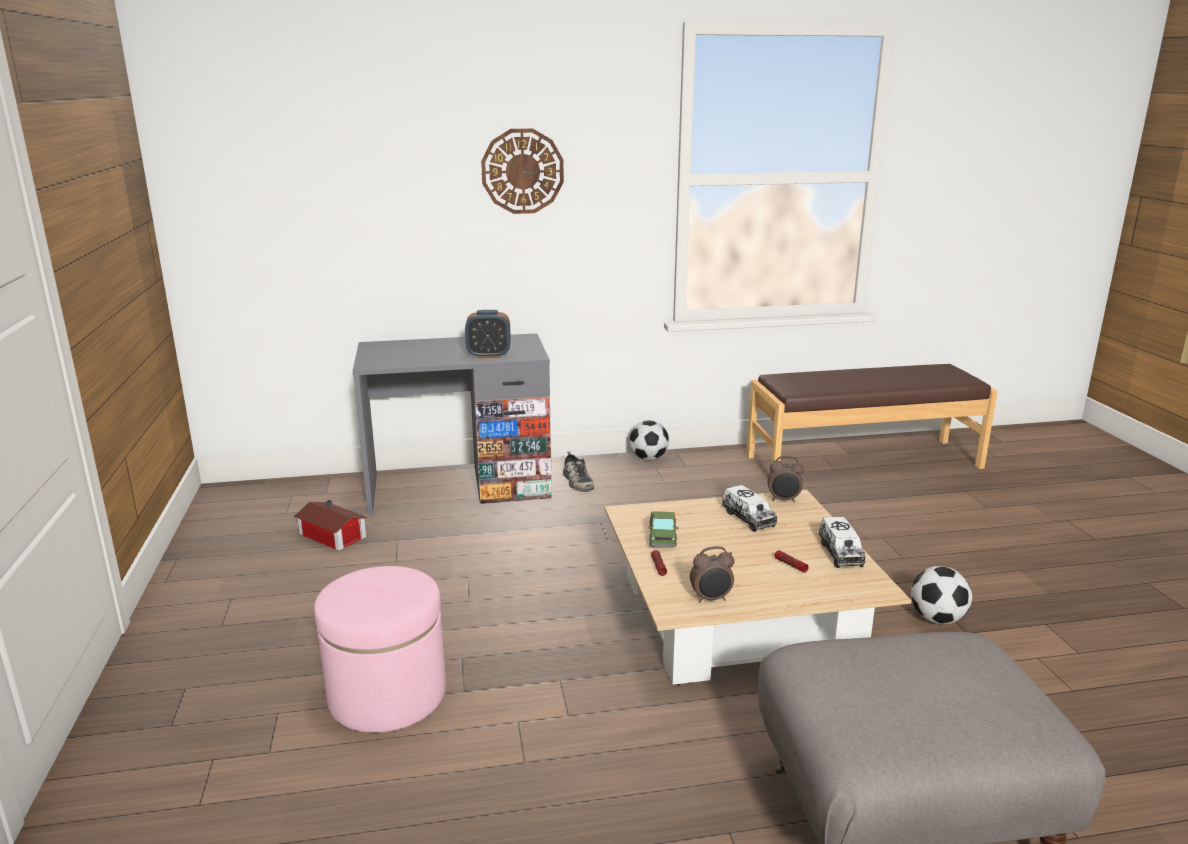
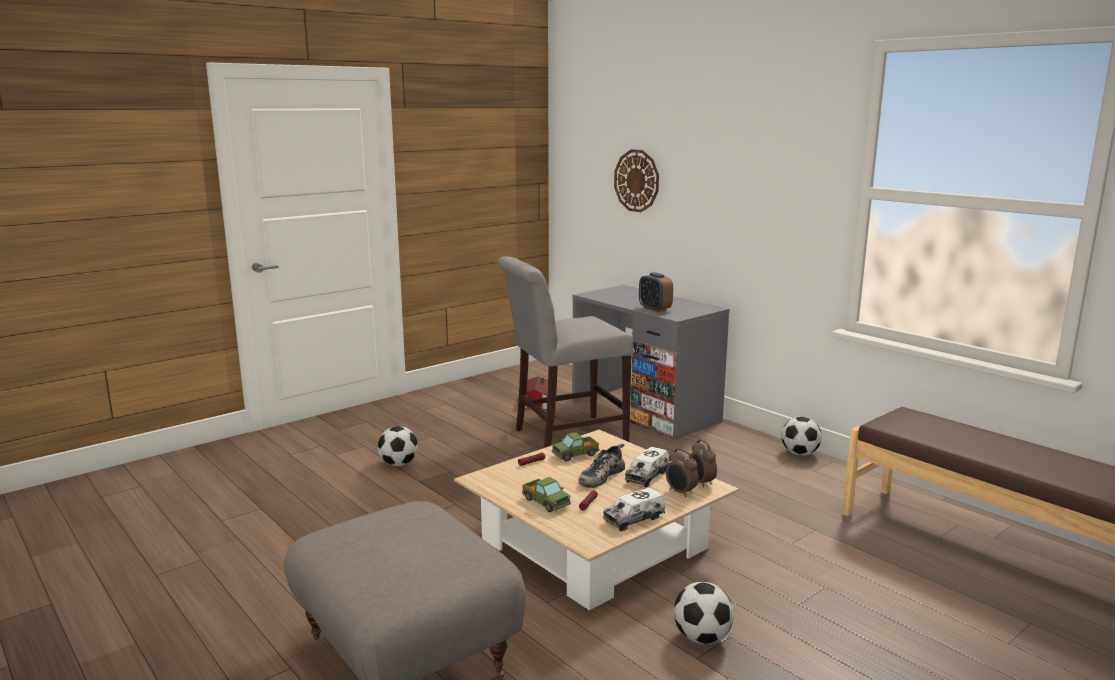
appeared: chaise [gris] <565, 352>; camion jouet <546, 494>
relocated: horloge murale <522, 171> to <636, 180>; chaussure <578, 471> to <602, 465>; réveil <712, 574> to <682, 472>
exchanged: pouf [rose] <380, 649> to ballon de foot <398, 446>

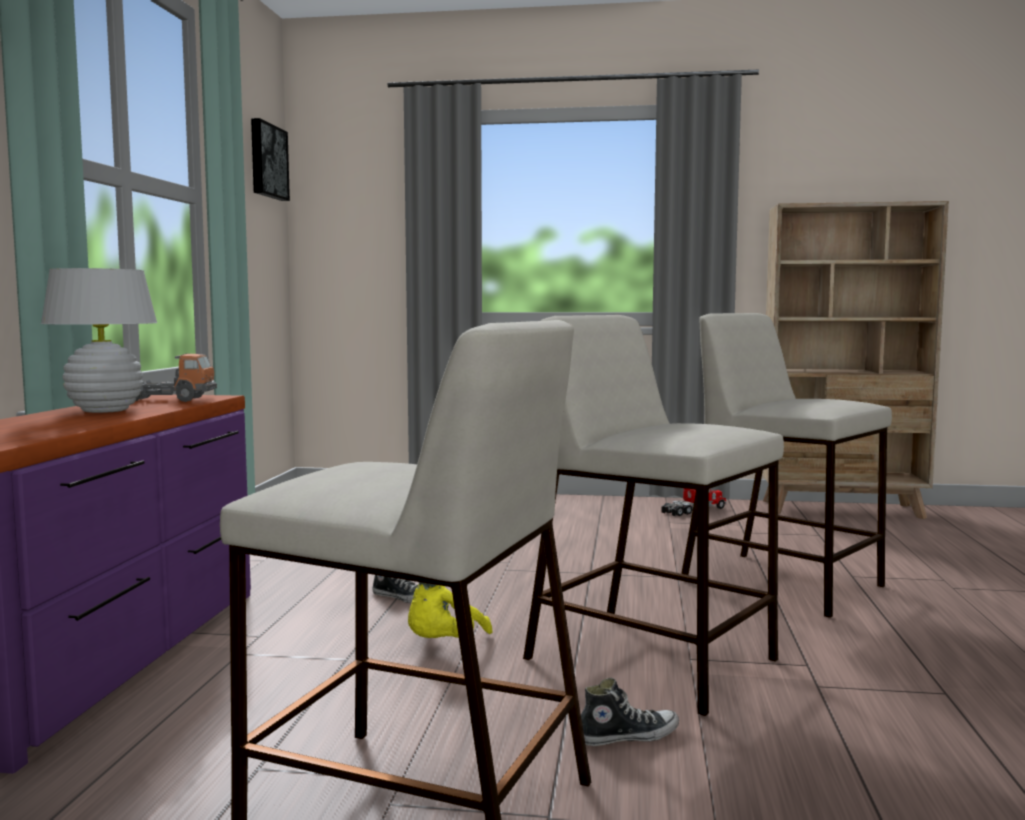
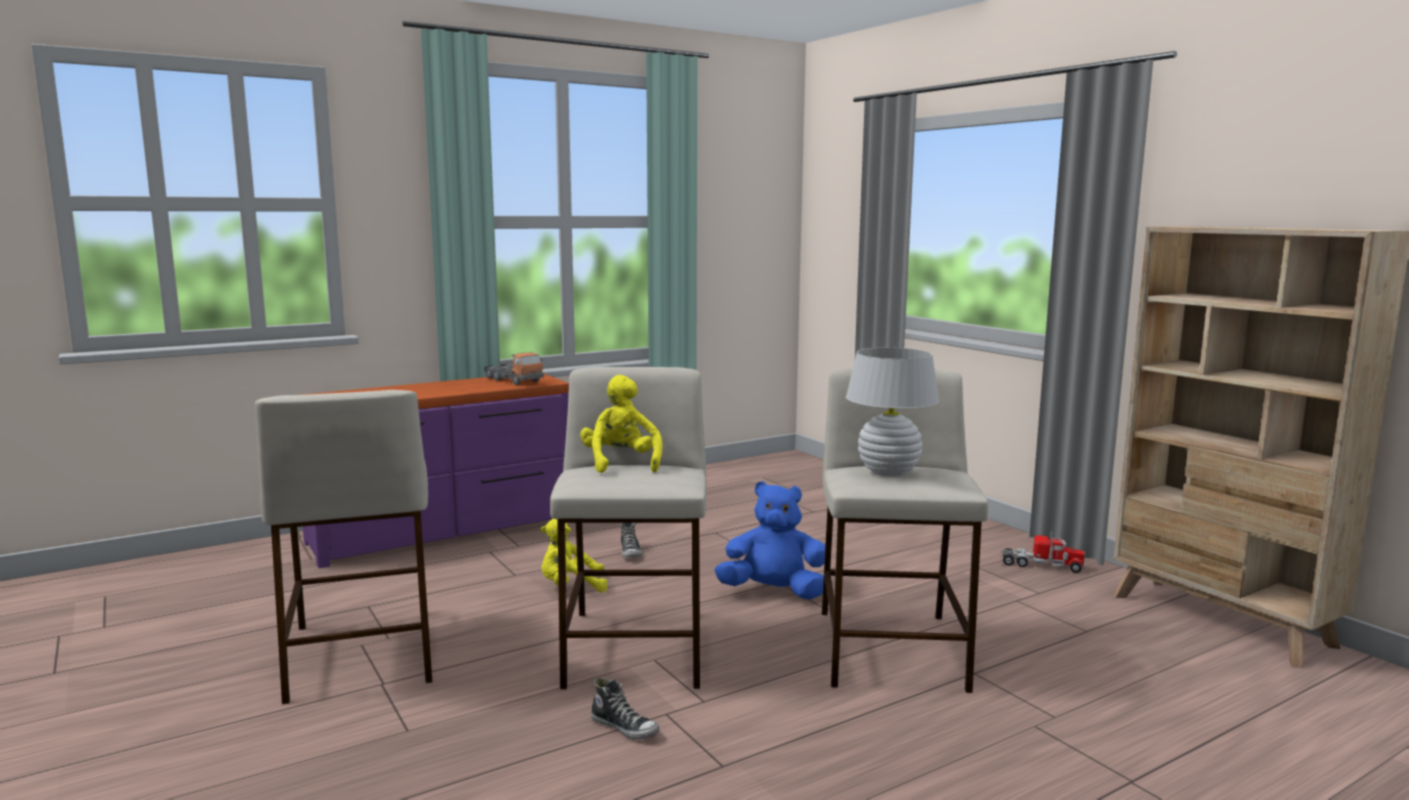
missing: tableau <270, 159>
appeared: peluche [jaune] <621, 424>; peluche [bleu] <769, 540>
relocated: lampe de table [blanc] <99, 340> to <892, 412>; chaussure <630, 712> to <625, 709>

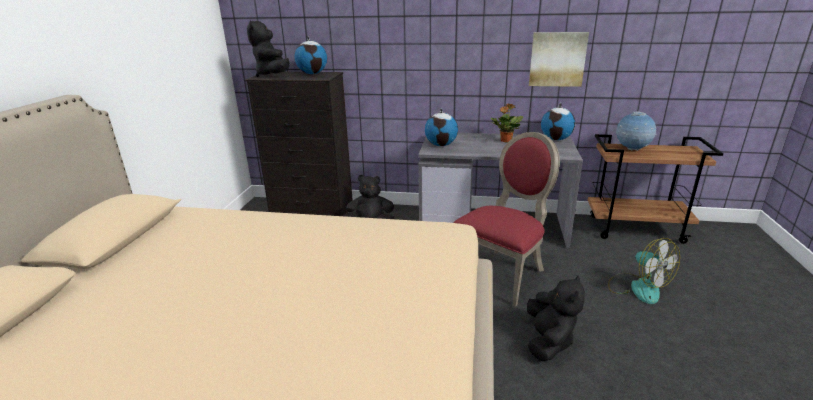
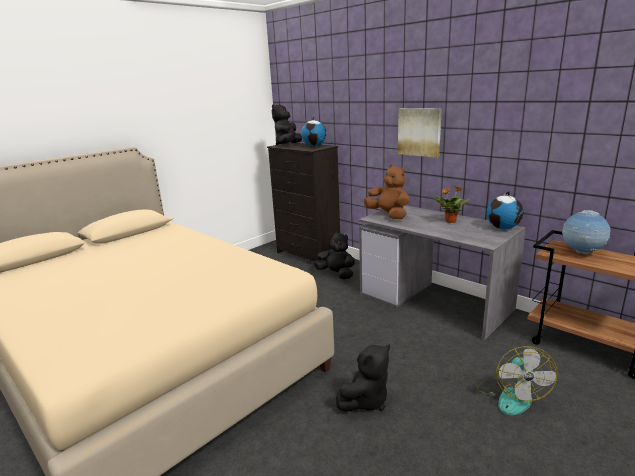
missing: chaise [rouge] <507, 219>
relocated: tableau <559, 59> to <420, 133>
exchanged: globe <441, 127> to peluche [marron] <387, 192>

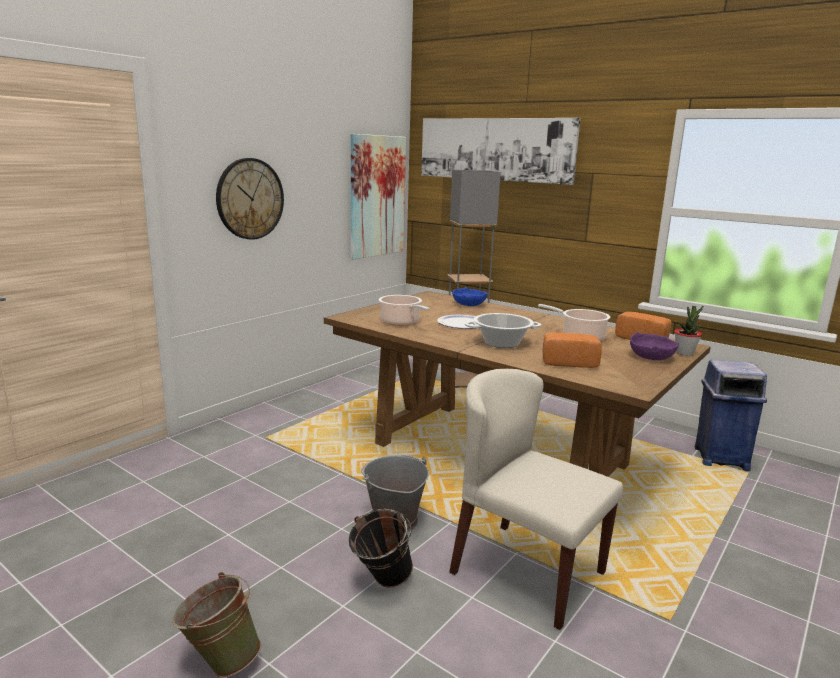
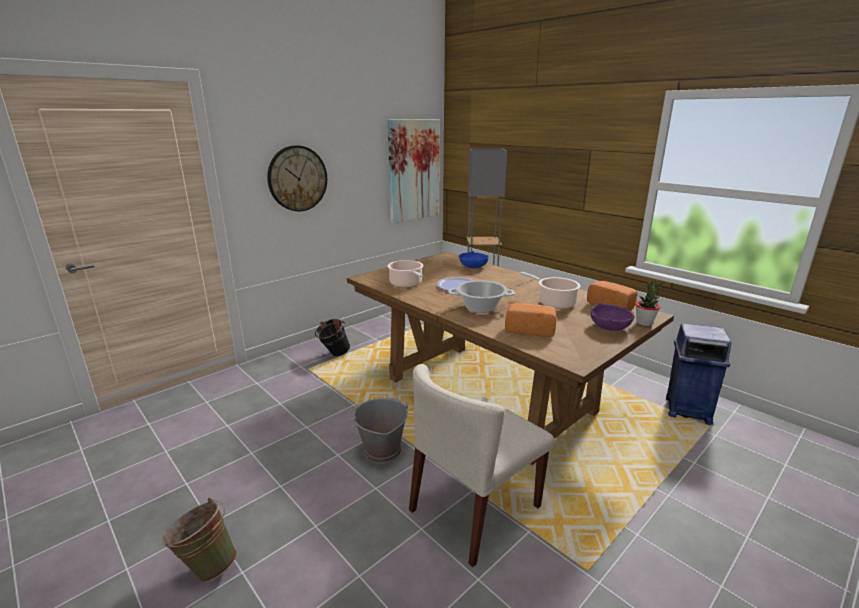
missing: tableau <501, 151>
relocated: seau [noir] <381, 548> to <332, 338>
spun: chaise [beige] <536, 499> = <481, 465> 90 degrees counterclockwise

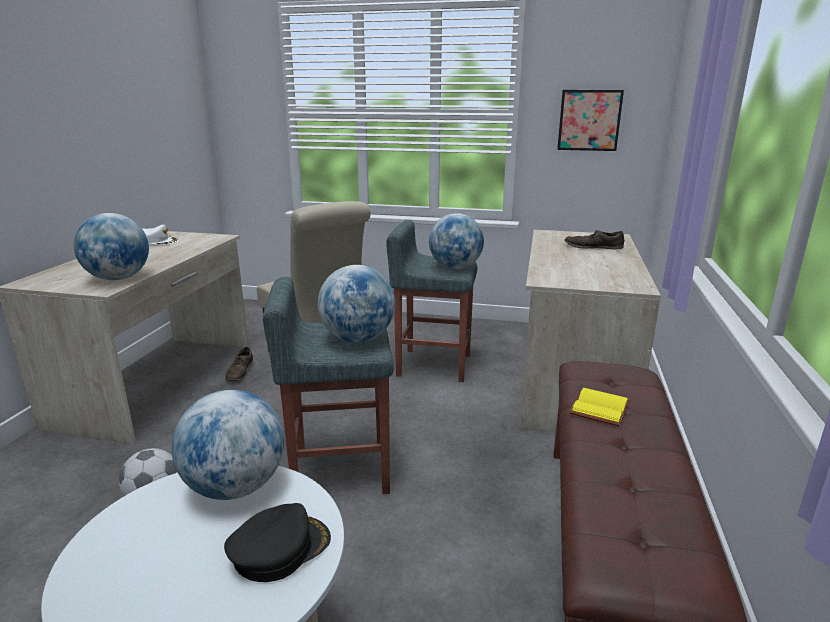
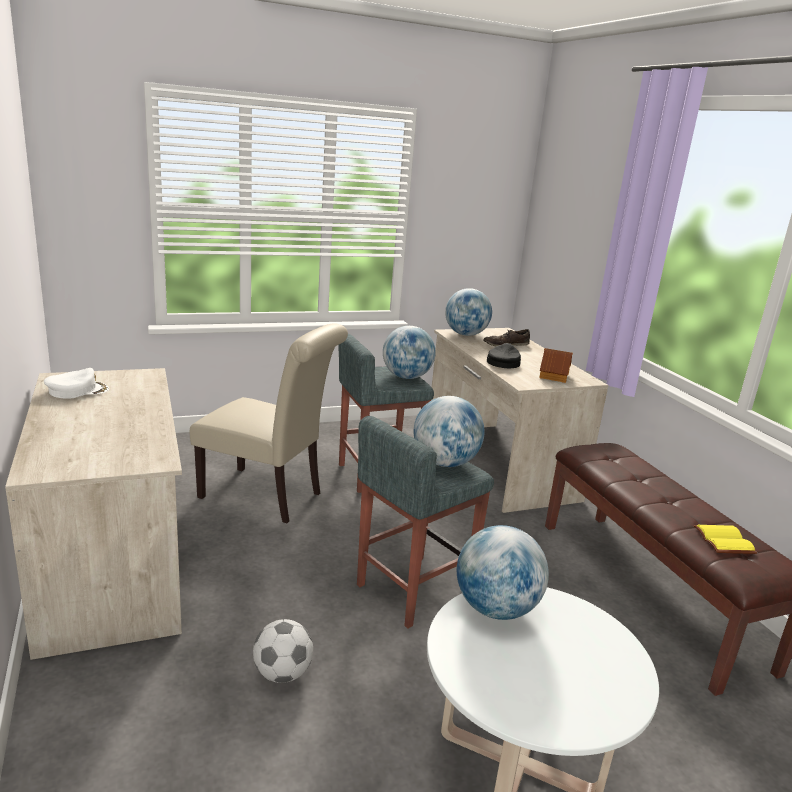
missing: tableau <590, 120>; chaussure [marron] <239, 364>
appeared: maison miniature <556, 365>
relocated: globe <111, 246> to <468, 312>; livre [jaune] <599, 407> to <725, 539>; casquette [noir] <277, 542> to <504, 355>

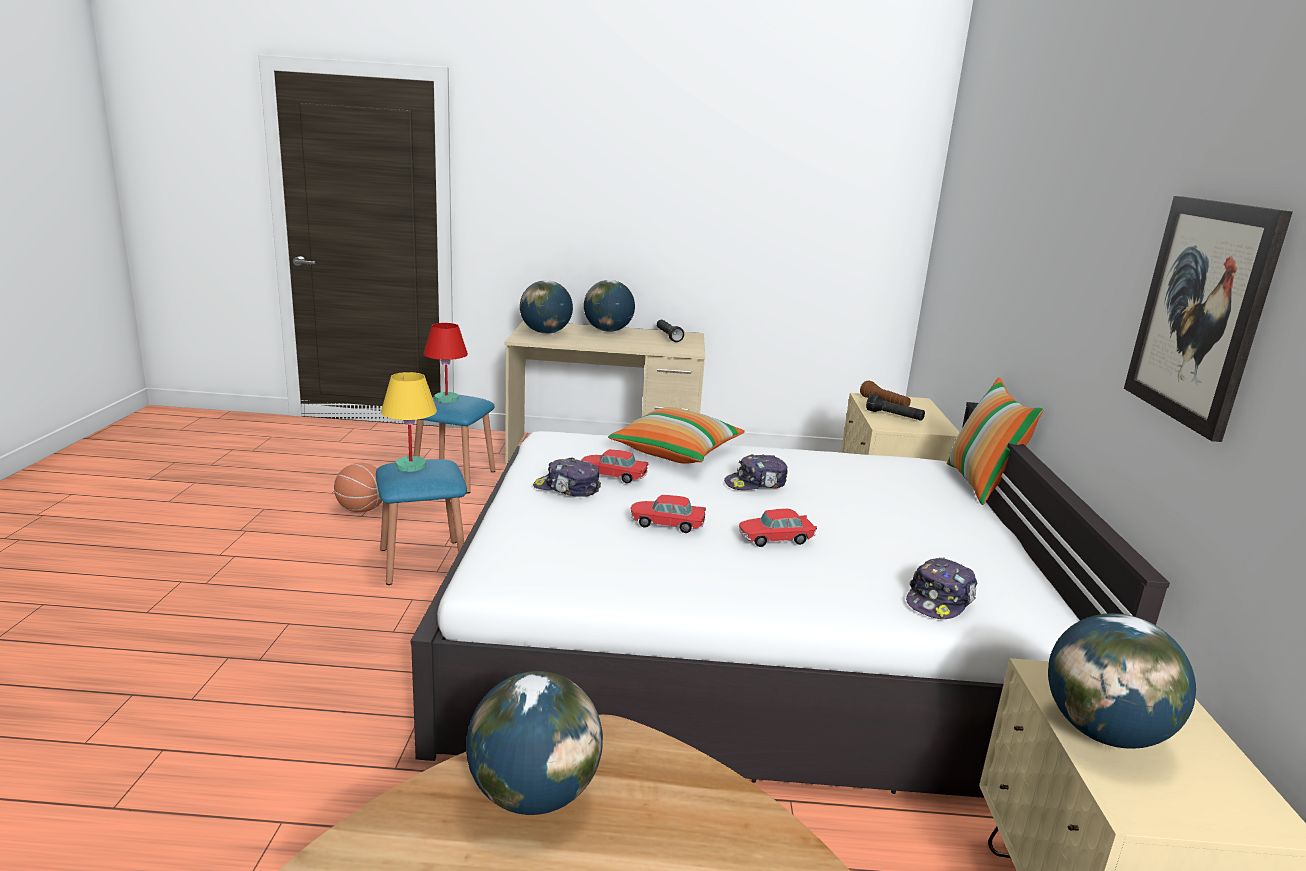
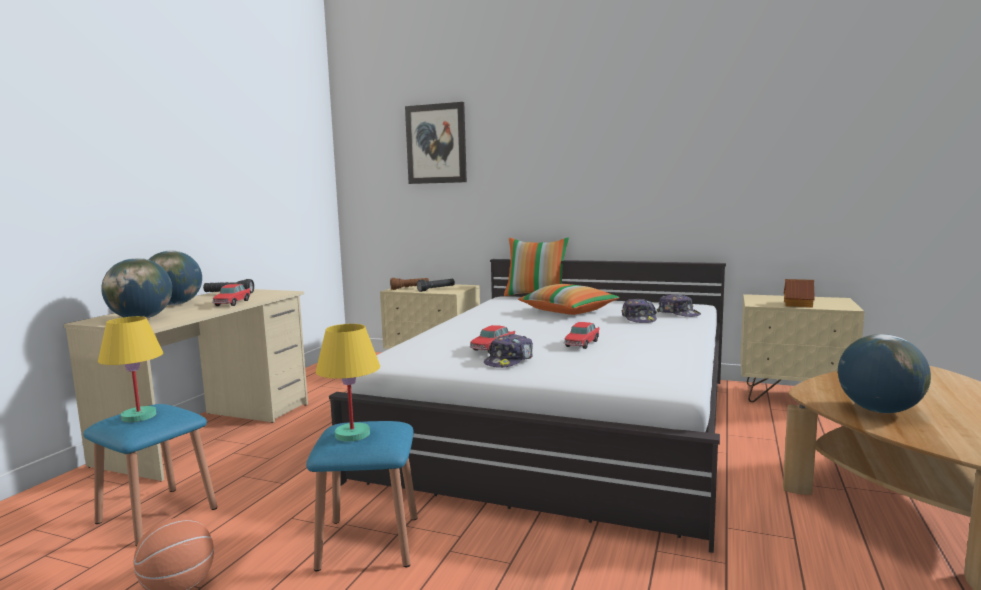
relocated: tableau <1208, 319> to <436, 143>; coussin <676, 435> to <569, 299>; casquette <756, 472> to <639, 311>; petite voiture <778, 527> to <231, 295>
exchanged: globe <1122, 681> to maison miniature <799, 293>
colour: lampe de table [rouge] <445, 363> to lampe de table [jaune] <130, 369>

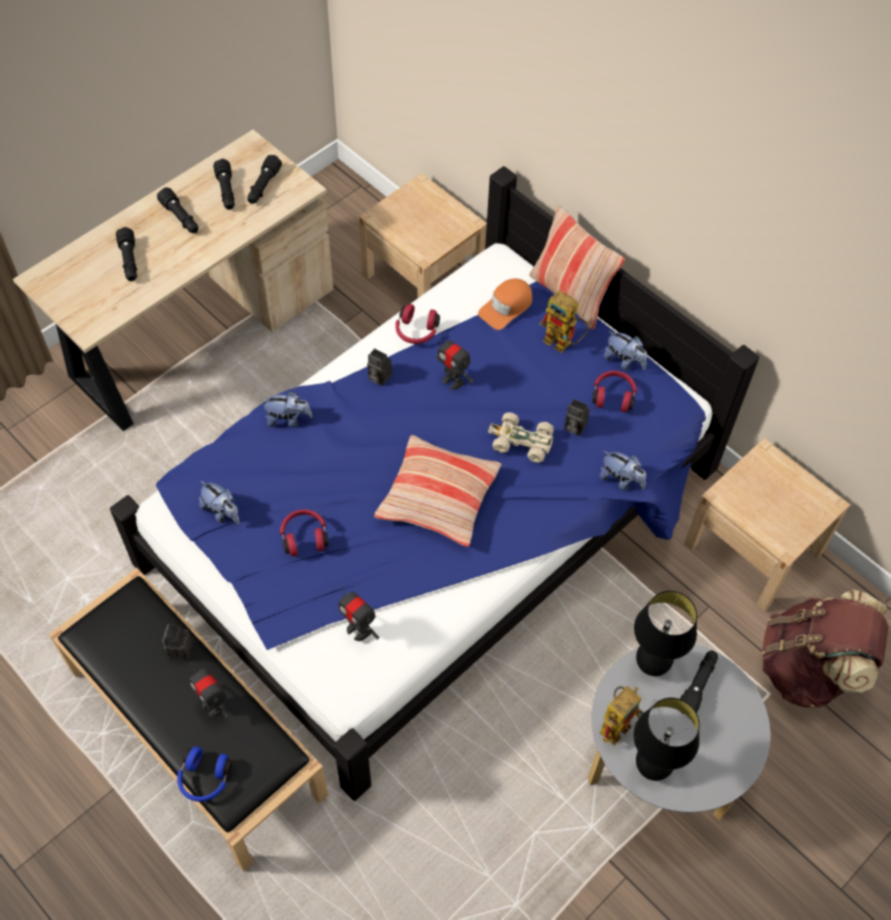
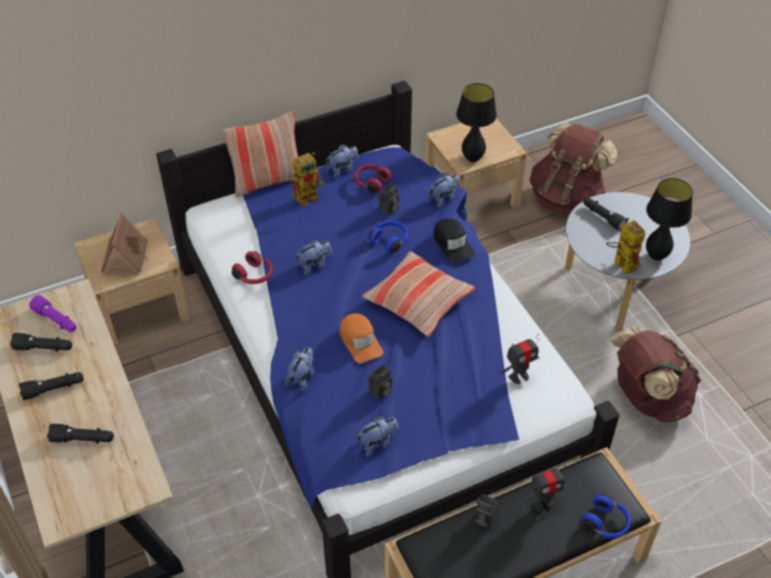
missing: casque audio [rouge] <304, 532>
appeared: maison miniature <124, 244>; casquette [noir] <454, 240>; sac à dos [marron] <655, 375>
relocated: casquette [orange] <505, 304> to <361, 338>; appareil photo <379, 367> to <379, 382>; lampe de table [noir] <665, 633> to <476, 122>
exchanged: robot jouet <454, 361> to peluche <314, 257>; petite voiture [beige] <521, 437> to casque audio [bleu] <388, 237>
colour: lampe de poche [noir] <264, 179> to lampe de poche [violet] <52, 313>

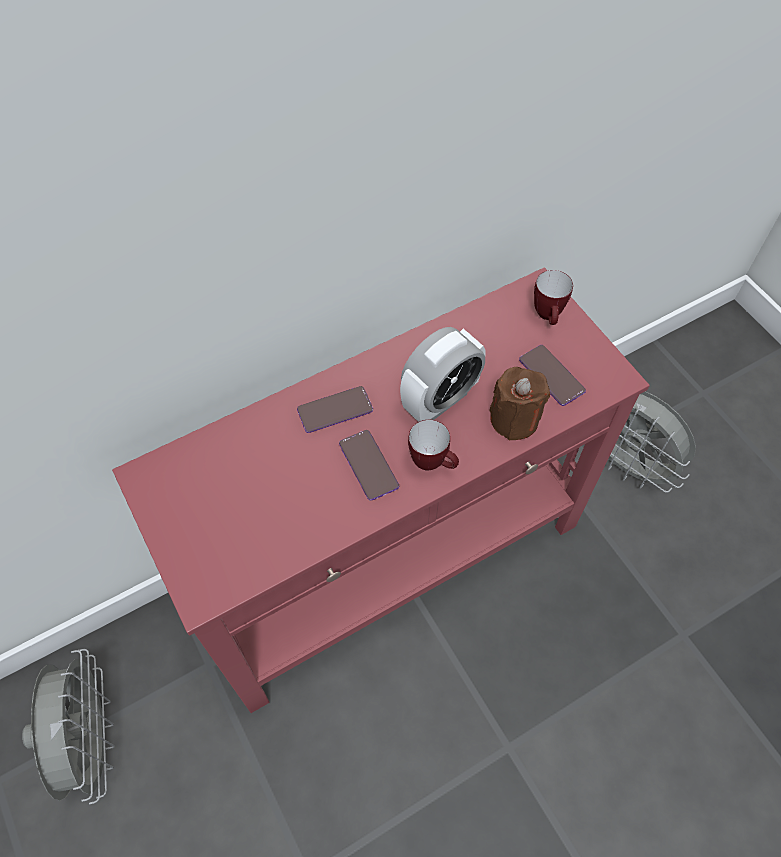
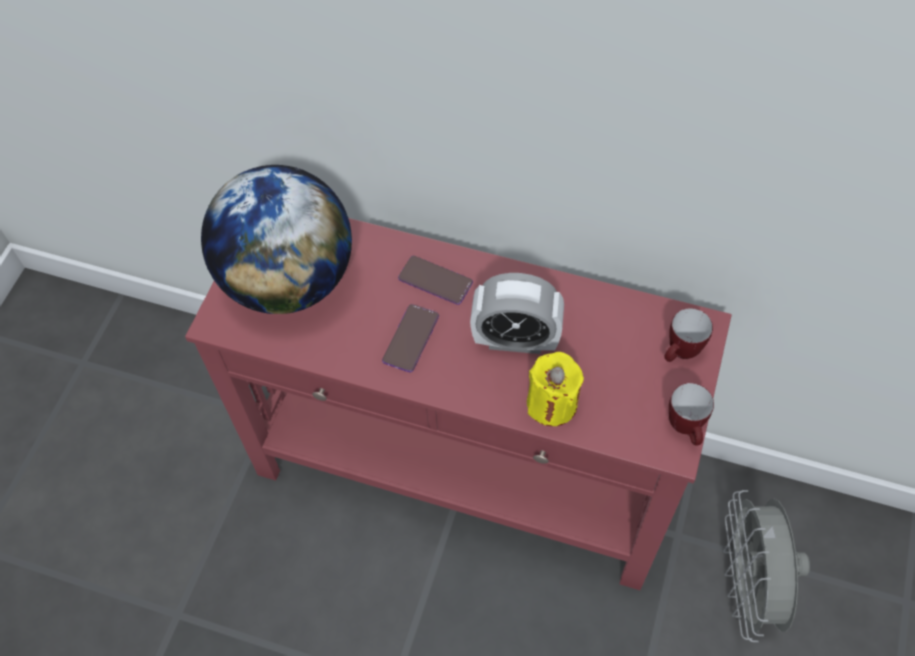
missing: téléphone <552, 375>; ventilateur [gris] <68, 726>
appeared: globe <276, 239>
relocated: mug <433, 445> to <691, 414>
colour: bougie [marron] <519, 404> to bougie [jaune] <555, 389>

